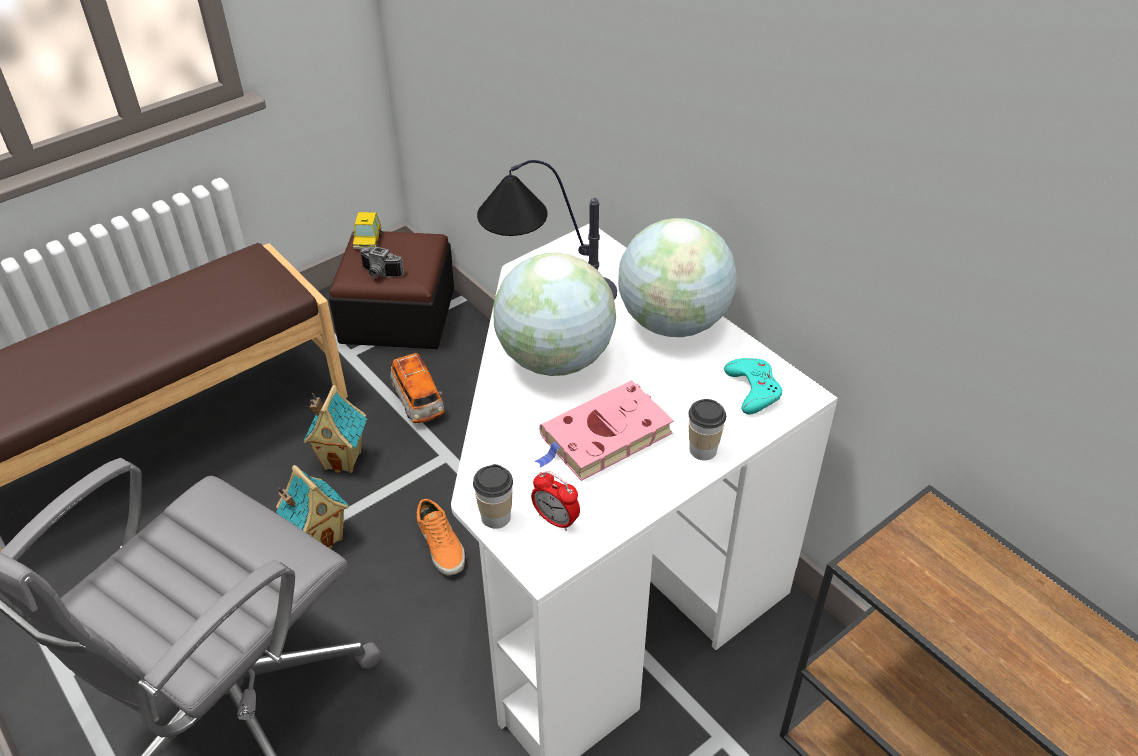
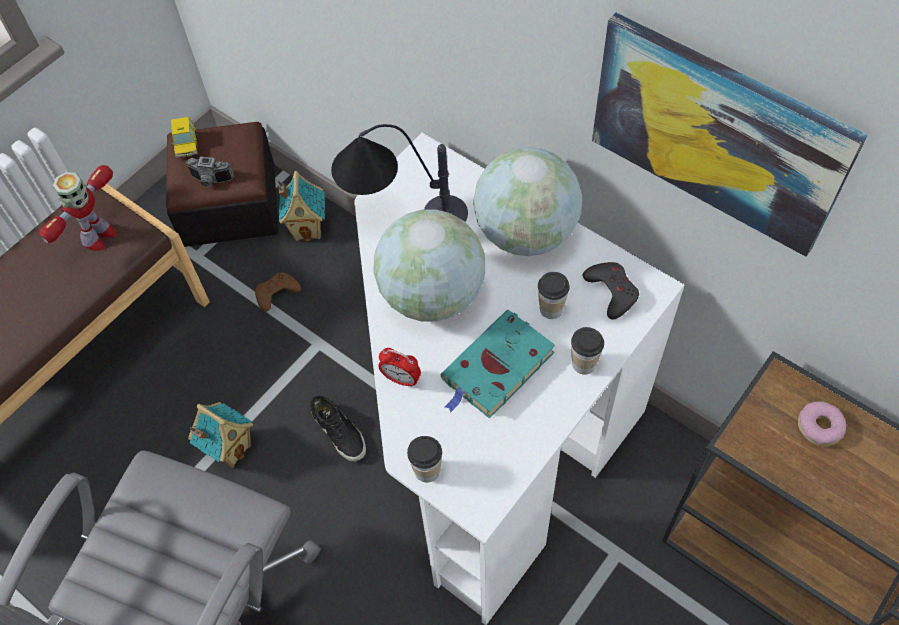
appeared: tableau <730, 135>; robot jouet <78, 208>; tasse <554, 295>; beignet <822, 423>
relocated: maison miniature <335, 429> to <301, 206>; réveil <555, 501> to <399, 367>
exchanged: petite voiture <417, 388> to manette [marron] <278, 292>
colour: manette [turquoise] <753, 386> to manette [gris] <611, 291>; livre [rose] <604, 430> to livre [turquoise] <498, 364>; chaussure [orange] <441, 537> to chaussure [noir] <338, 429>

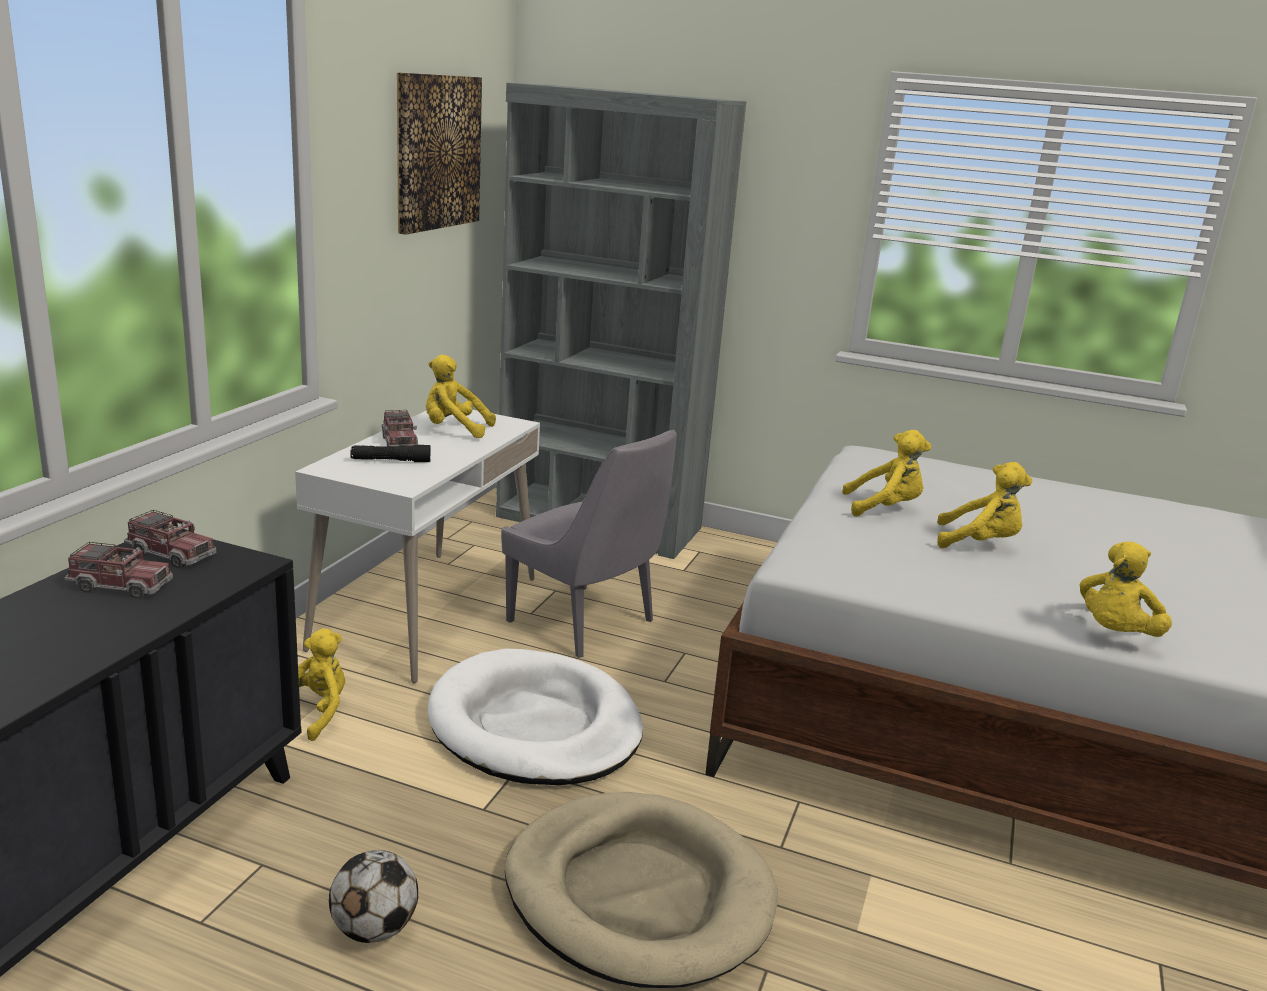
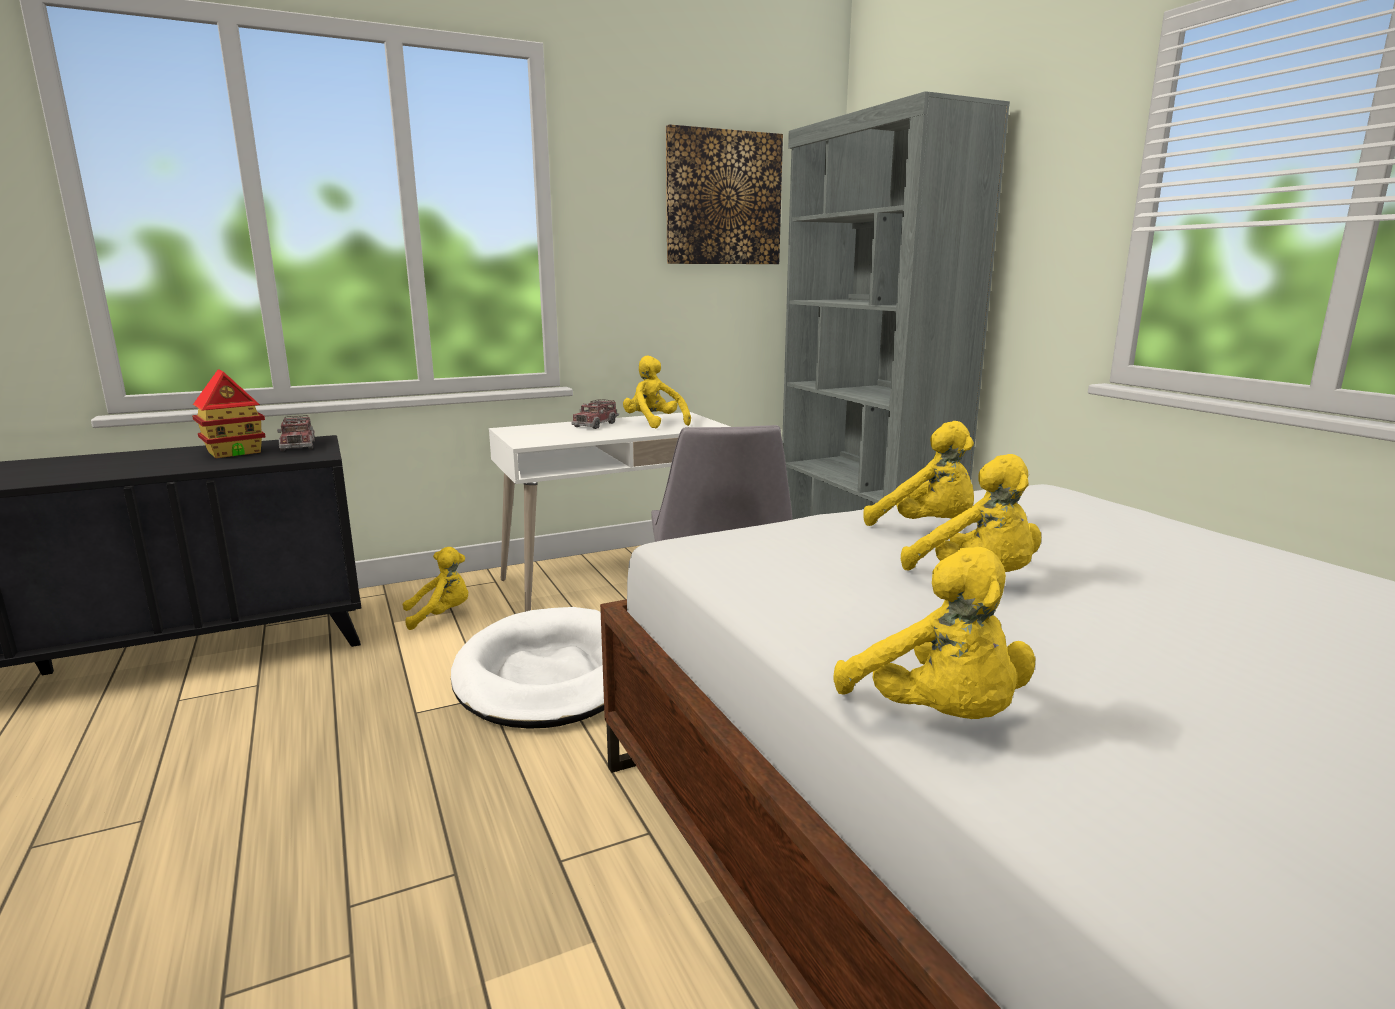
missing: lampe de poche [noir] <390, 453>; panier pour chien [beige] <641, 890>; ballon de foot <373, 896>
exchanged: camion jouet <118, 570> to maison miniature <229, 413>
spun: peluche [jaune] <1126, 589> = <934, 633> 105 degrees counterclockwise

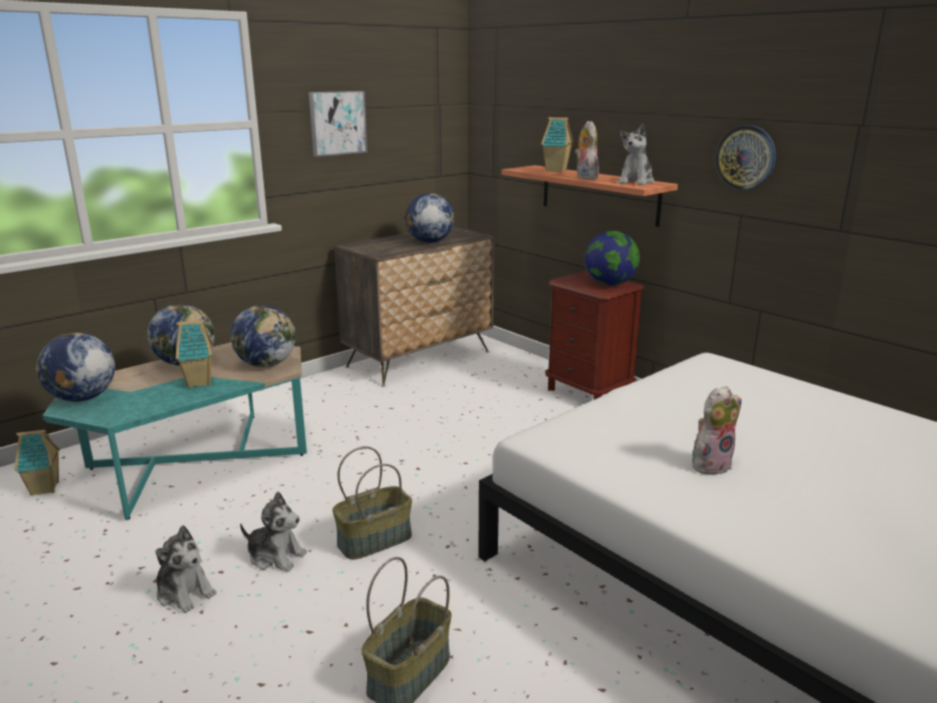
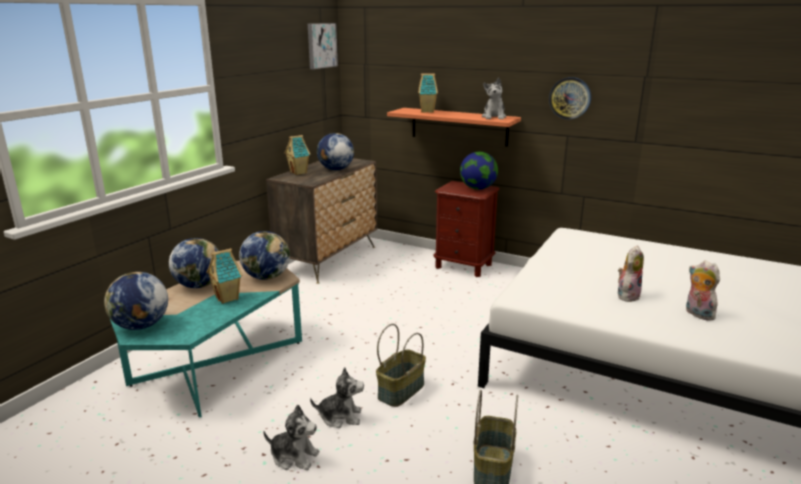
relocated: tableau <338, 124> to <323, 46>; peluche <587, 150> to <703, 291>; maison miniature <37, 462> to <297, 155>

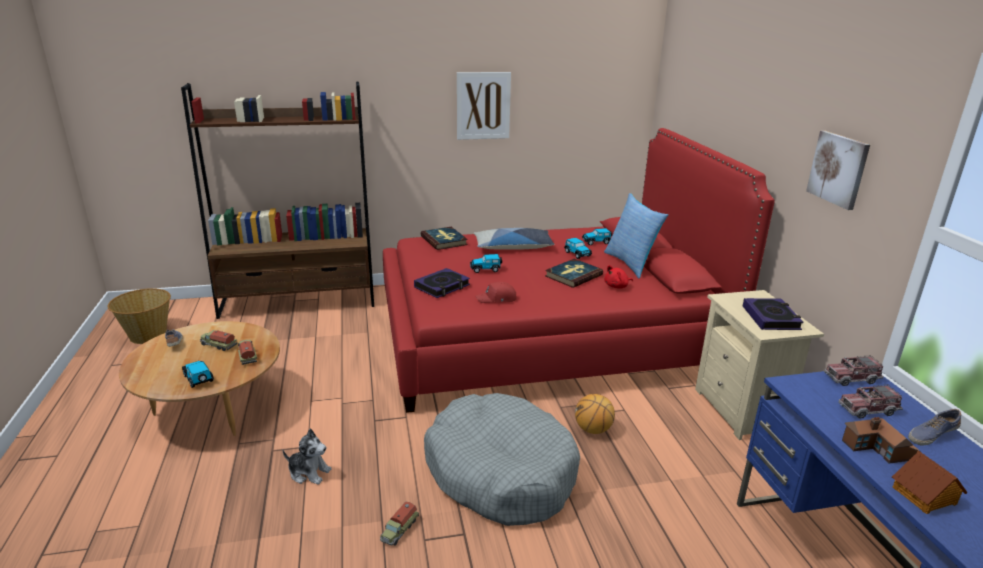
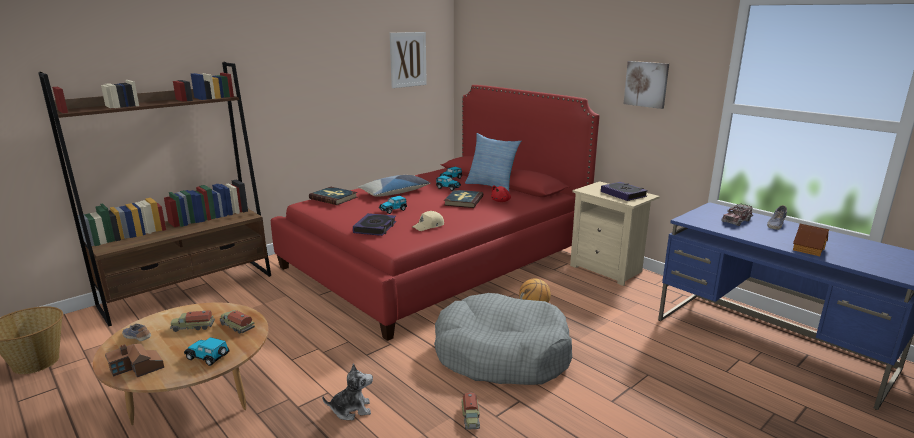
missing: camion jouet <854, 370>
relocated: tableau <484, 106> to <408, 60>; maison miniature <881, 440> to <134, 360>
colour: casquette [rouge] <496, 292> to casquette [beige] <428, 221>

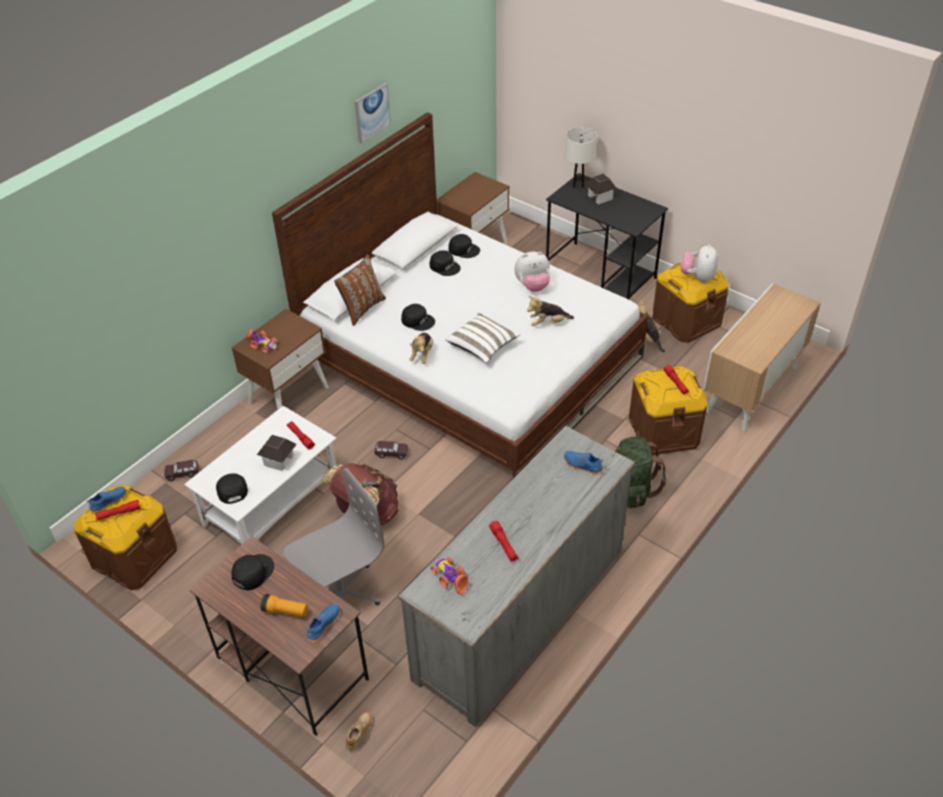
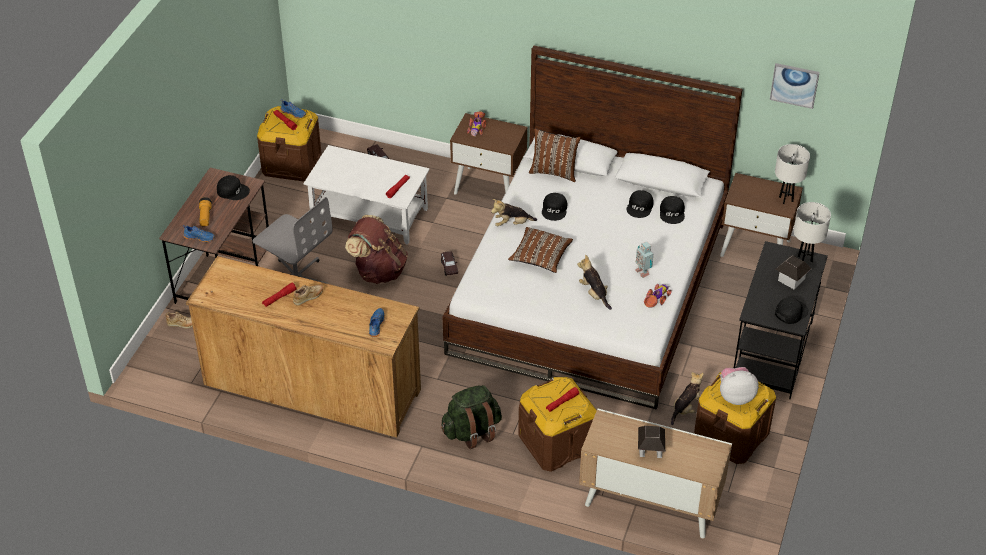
appeared: lampe de table [blanc] <792, 174>; chaussure [beige] <308, 295>
relocated: tableau <372, 113> to <795, 86>; maison miniature <277, 453> to <651, 442>; casquette [noir] <232, 488> to <791, 310>; petite voiture <450, 575> to <658, 295>
exchanged: peluche <532, 271> to robot jouet <644, 260>
colour: coussin [blanc] <483, 337> to coussin [marron] <540, 250>; commode [gris] <516, 576> to commode [marron] <303, 346>

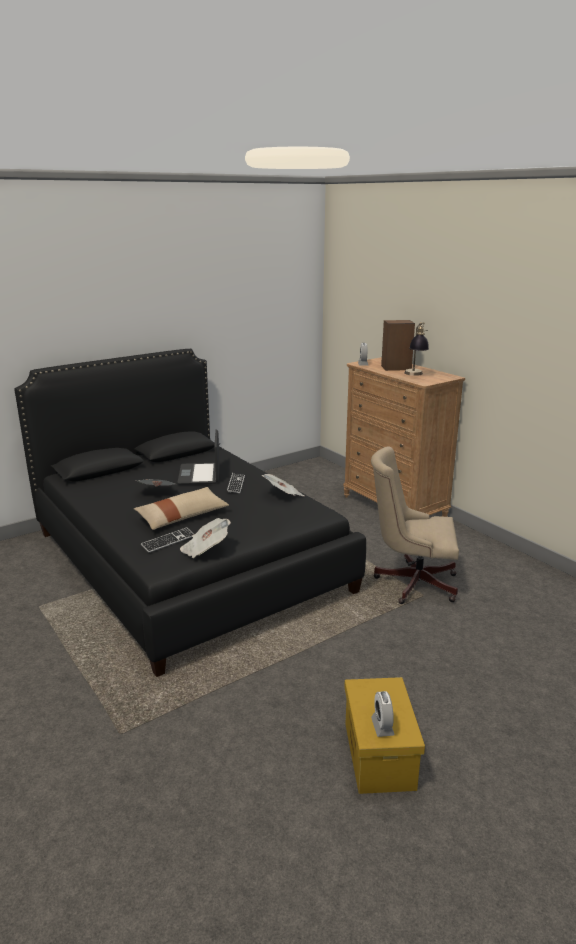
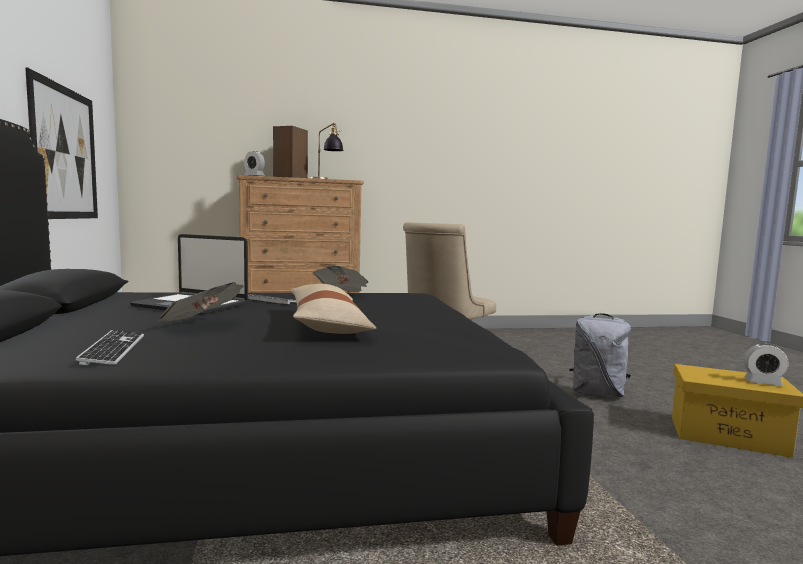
missing: journal <205, 538>
appeared: tableau <61, 143>; sac à dos [gris] <600, 355>
relocated: clavier <167, 540> to <109, 347>

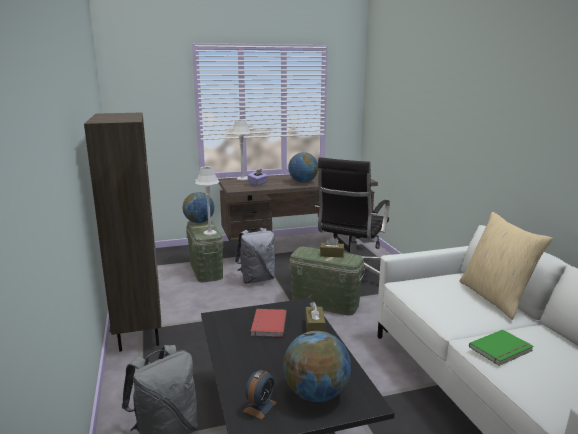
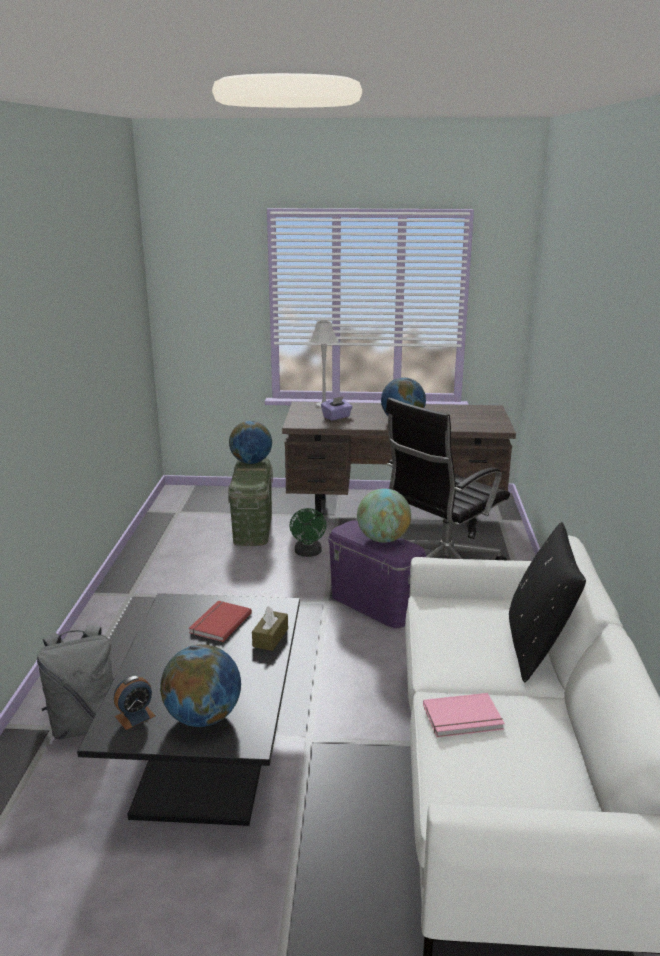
missing: bibliothèque [marron] <122, 232>; lampe de table [gris] <207, 201>
exchanged: sac à dos [gris] <255, 256> to ventilateur [vert] <308, 532>; boîte à mouchoirs [marron] <332, 247> to globe <384, 516>
colour: coussin [beige] <506, 266> to coussin [noir] <547, 602>; boîte de rangement [vert] <327, 281> to boîte de rangement [violet] <377, 574>; livre [vert] <501, 348> to livre [rose] <464, 715>

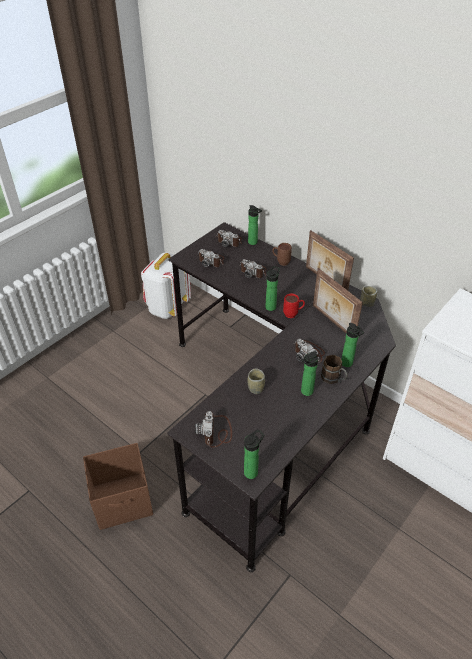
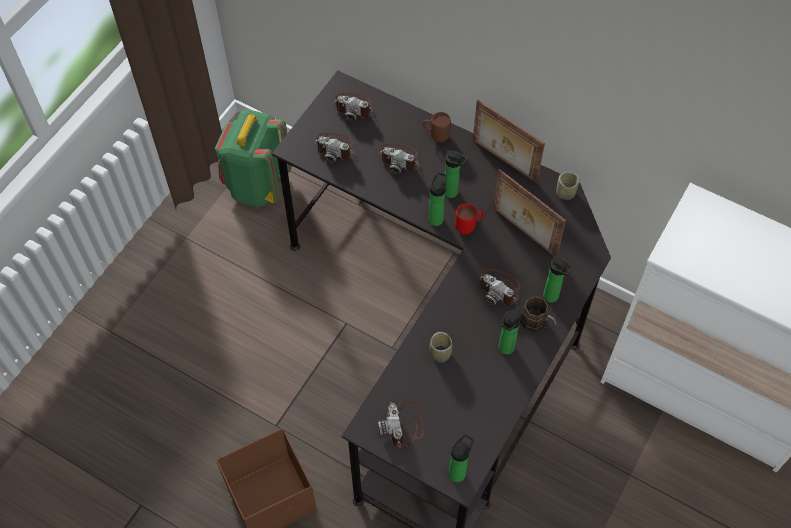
relocated: bouteille <255, 225> to <456, 174>
colour: sac à dos [blanc] <166, 285> to sac à dos [vert] <253, 158>

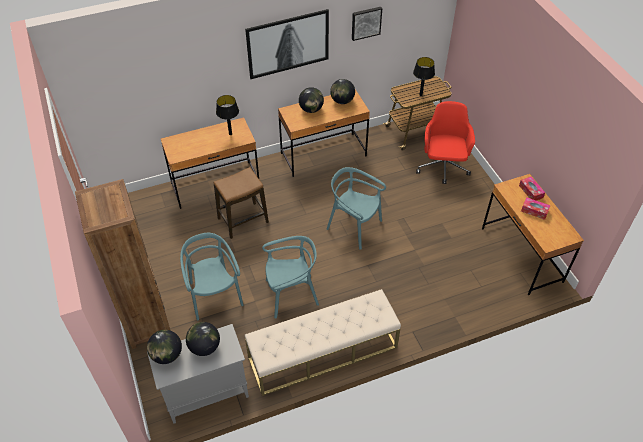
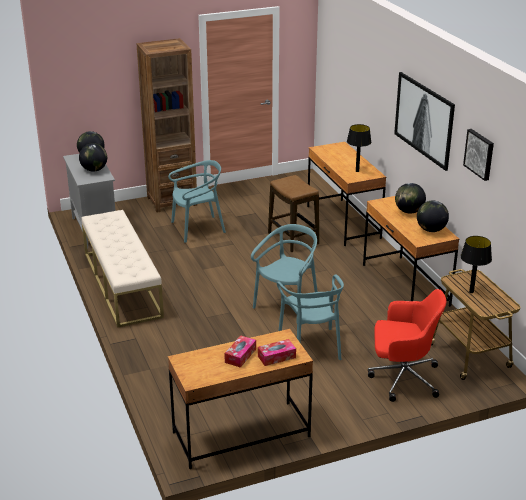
relocated: chaise [turquoise] <290, 277> to <310, 317>

